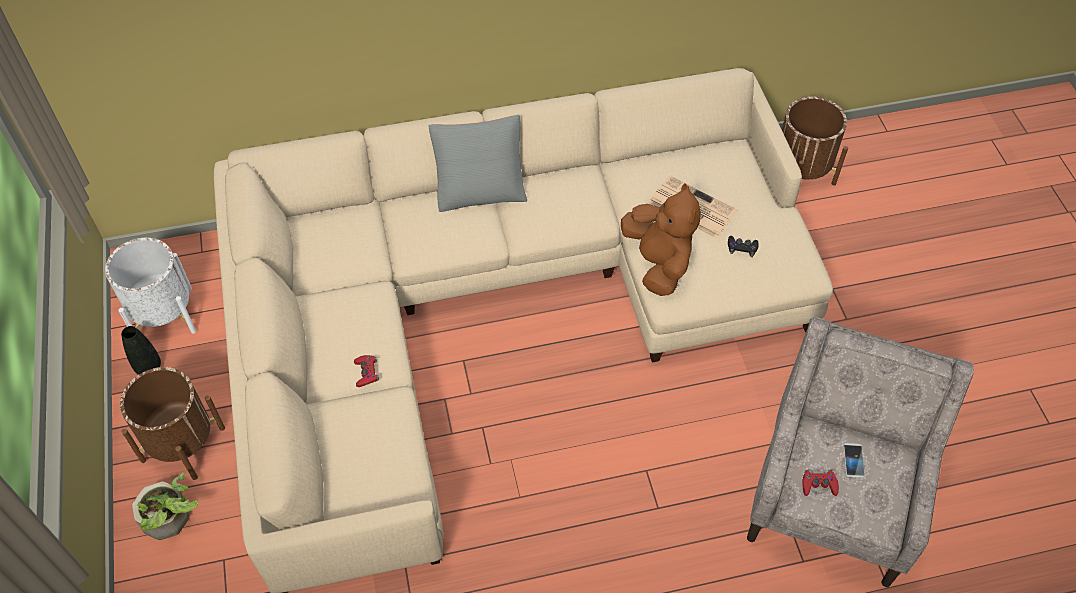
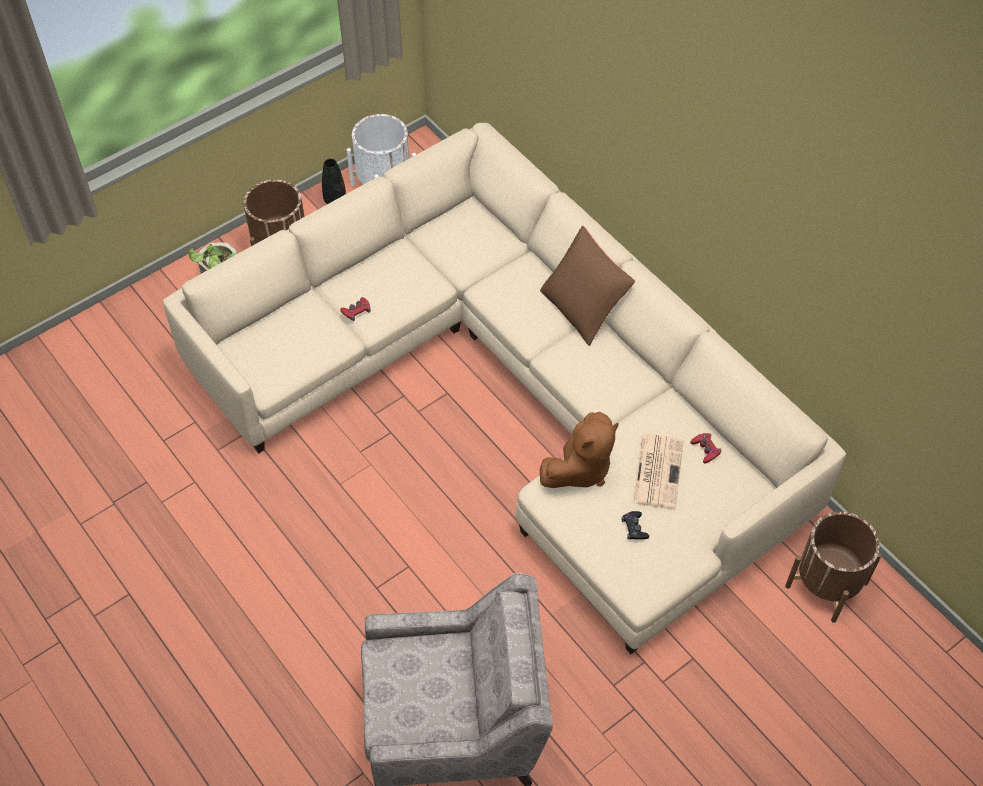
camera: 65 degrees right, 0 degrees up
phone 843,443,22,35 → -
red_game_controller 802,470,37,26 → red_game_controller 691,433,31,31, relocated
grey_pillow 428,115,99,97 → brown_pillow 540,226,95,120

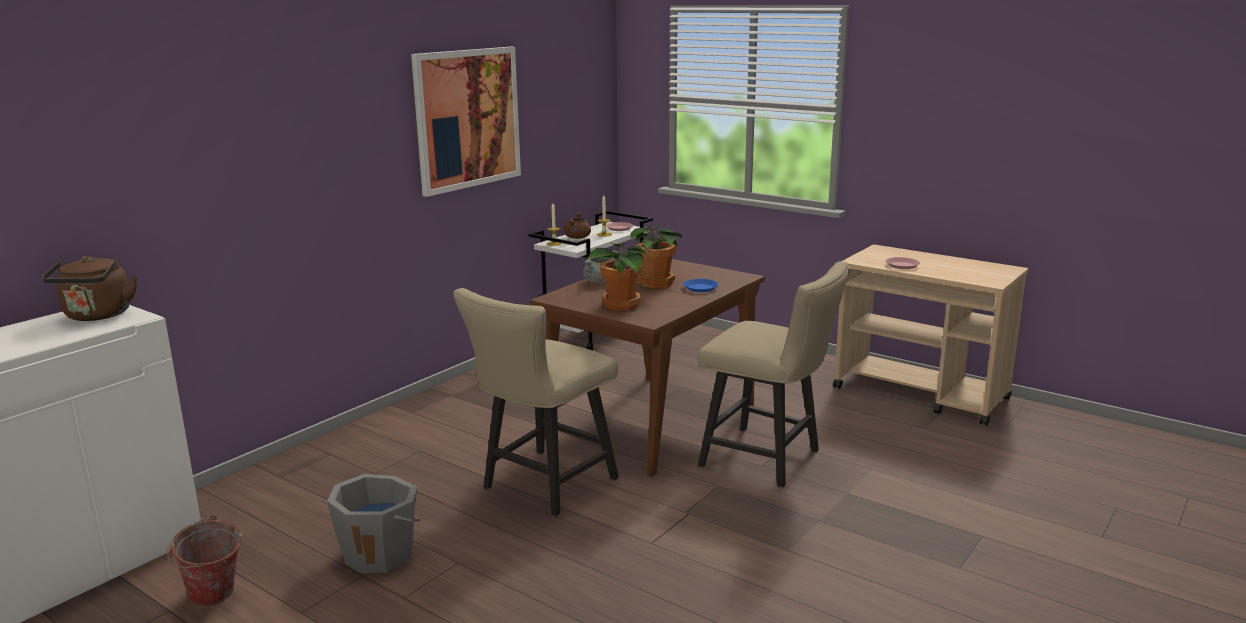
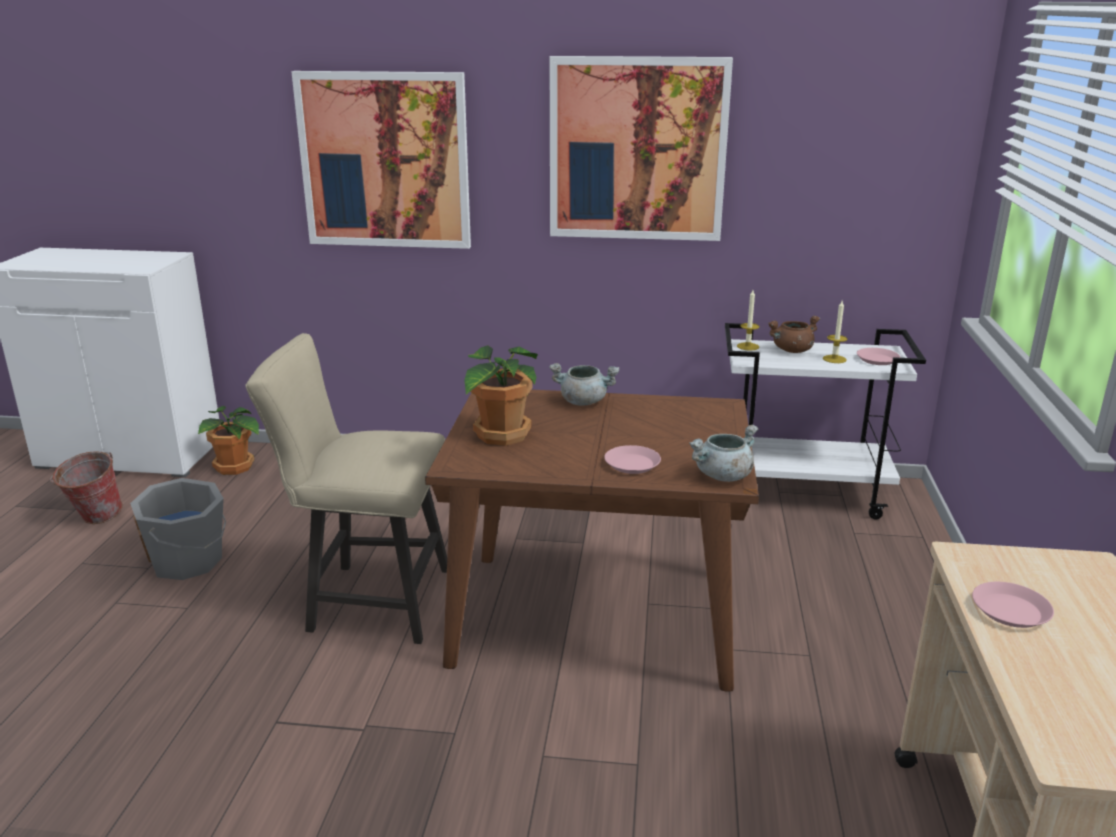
camera: 60 degrees right, 5 degrees up
brown_kettle 42,256,95,65 → -
beige_chair 698,261,151,226 → -
- → picture 291,71,180,178
- → grey_cooking_pot 689,424,69,58
potted_plant 631,225,51,64 → potted_plant 198,406,61,69, relocated
blue_plate 683,279,35,13 → pink_plate 604,445,57,29

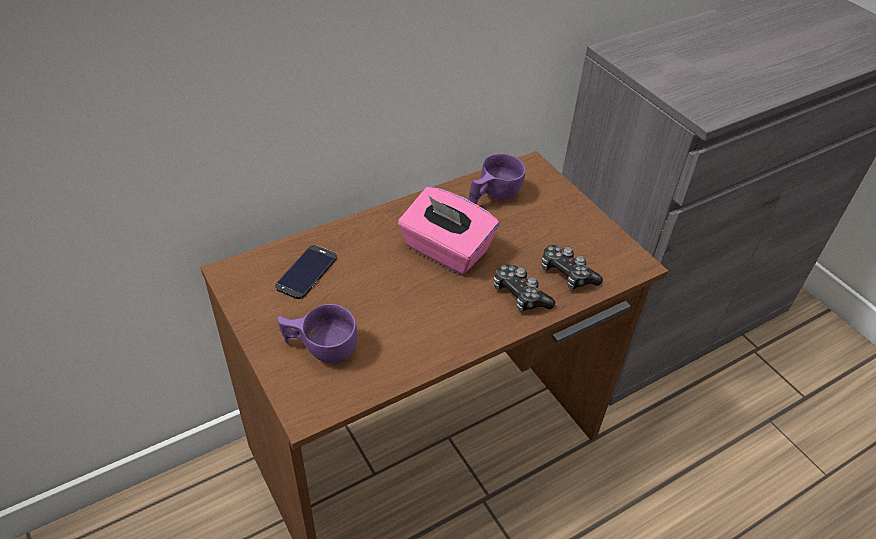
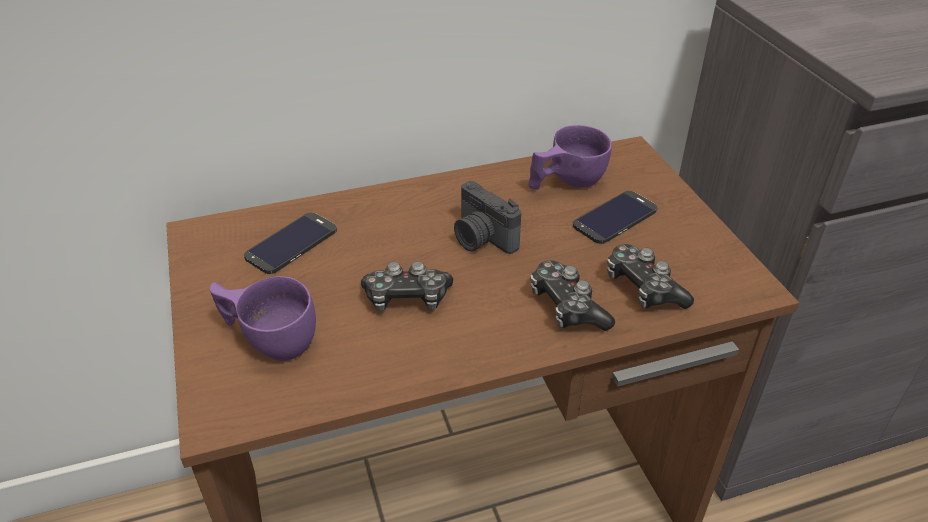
camera: 15 degrees right, 5 degrees down
- → game_controller 361,261,92,50
- → phone 573,191,85,53
pink_tissue_box 398,187,101,87 → photo_camera 454,181,67,73

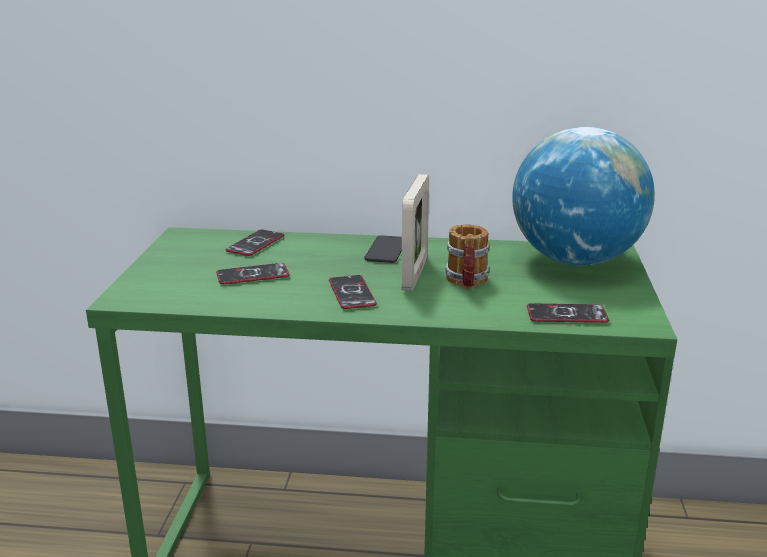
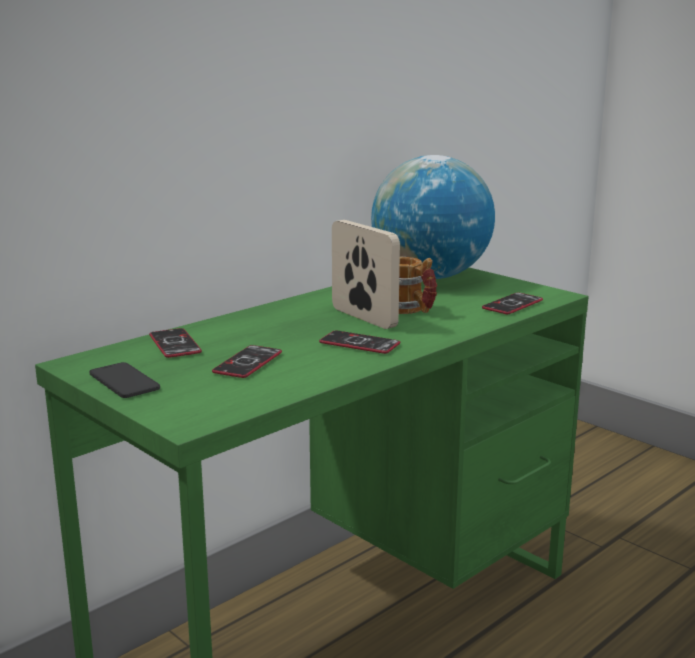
camera: 50 degrees left, 5 degrees down
phone 365,235,37,28 → phone 89,362,71,36, relocated

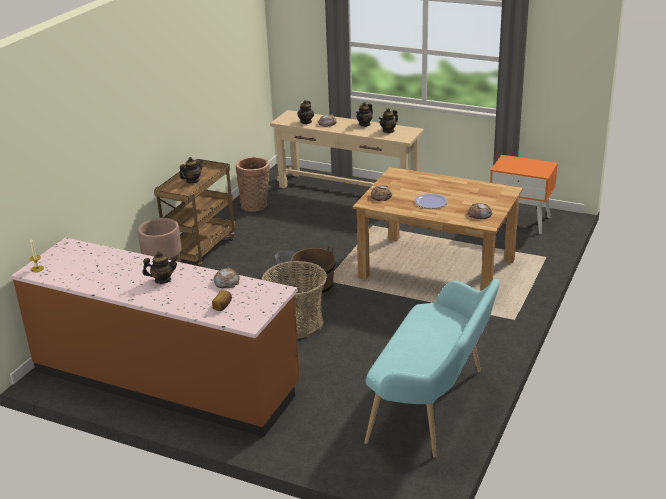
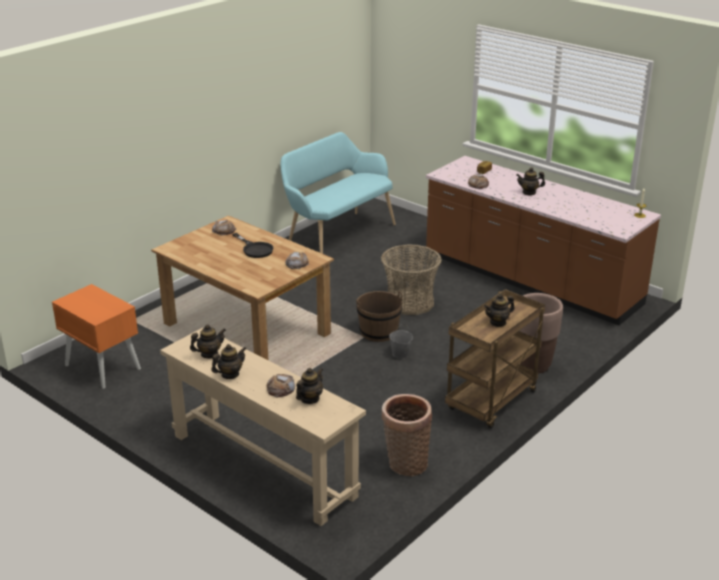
camera: 165 degrees left, 0 degrees up
plate 415,194,33,15 → black_frying_pan 232,233,42,25

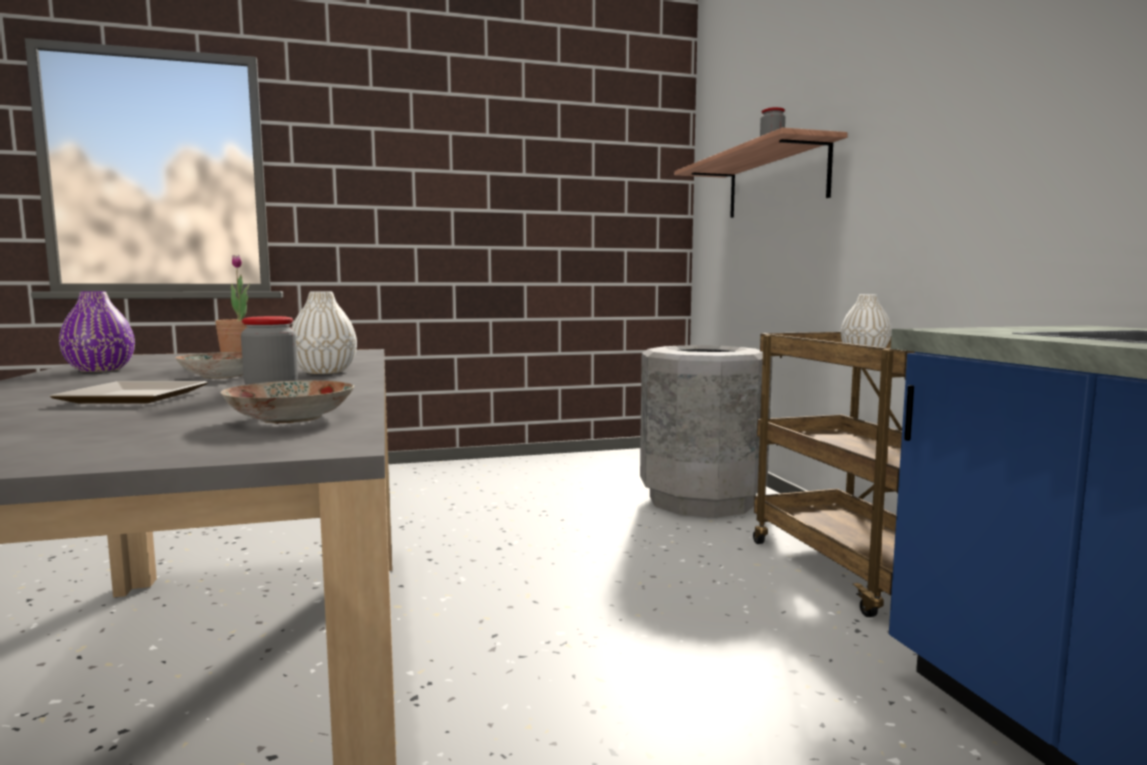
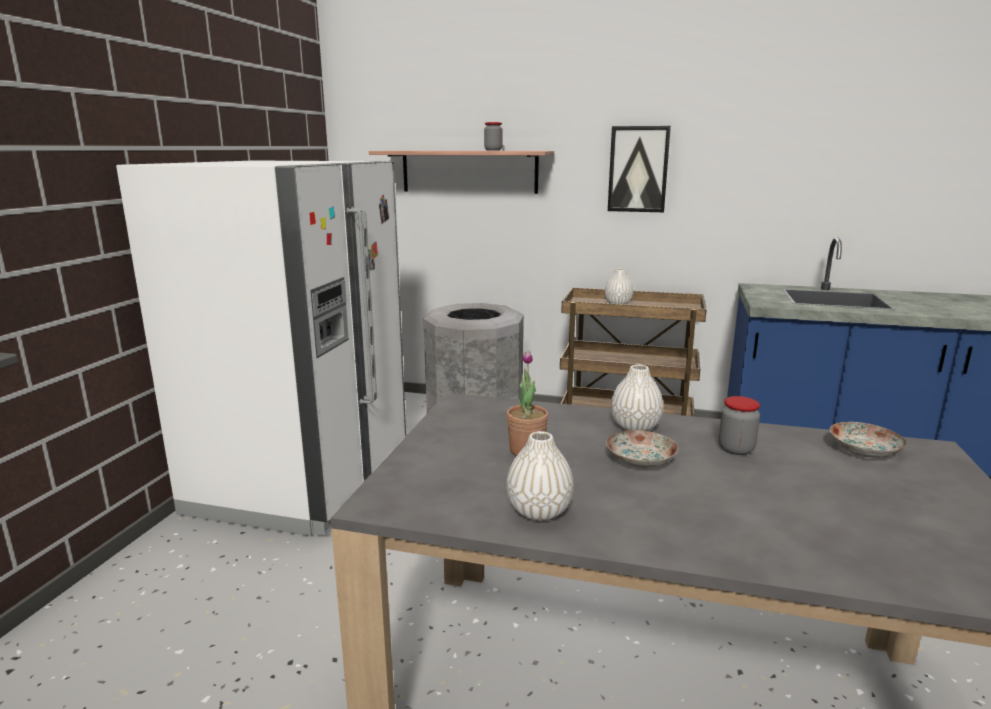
camera: 60 degrees left, 10 degrees up
plate 50,381,158,22 → -
- → white_fridge 116,161,290,375
- → picture 608,126,63,86
purple_vase 59,291,76,81 → white_vase 506,431,68,90

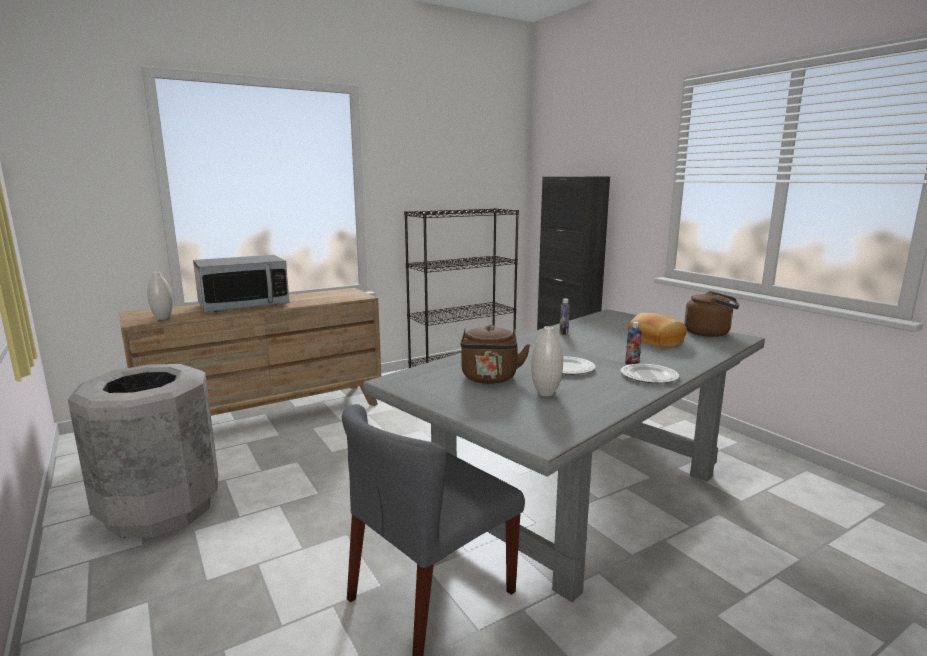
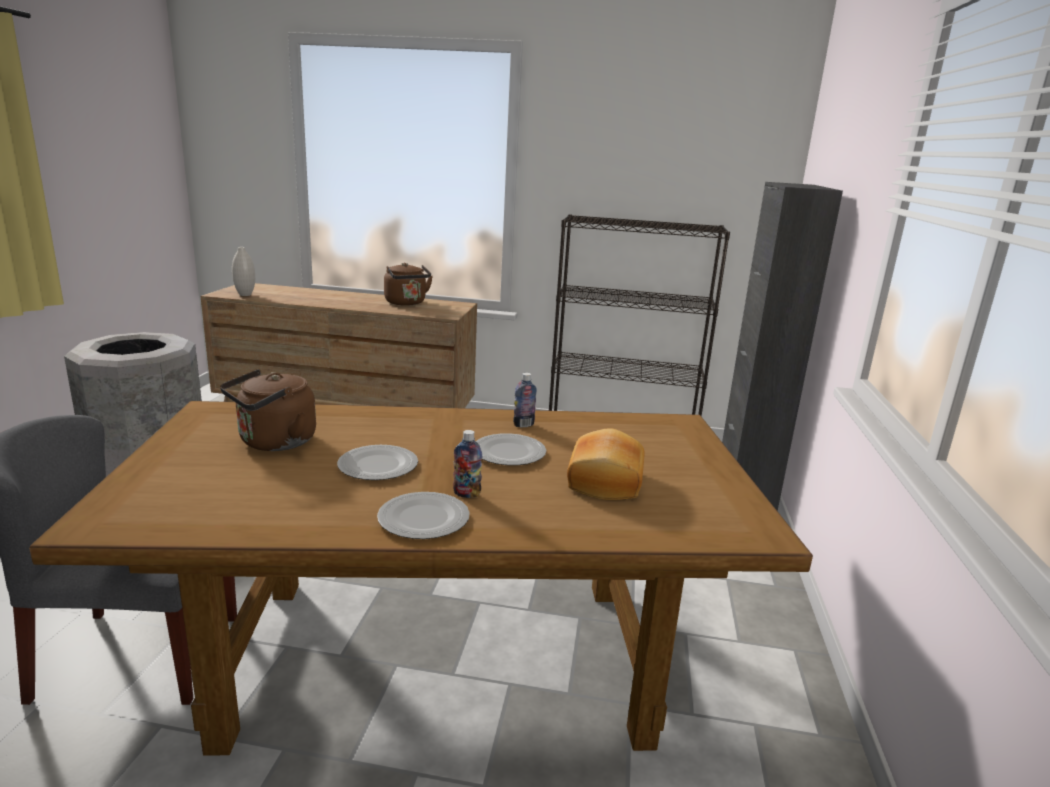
camera: 40 degrees right, 5 degrees up
microwave 193,255,96,57 → -
white_vase 531,326,32,70 → -
- → plate 476,433,70,32
brown_kettle 684,291,55,46 → brown_kettle 384,263,49,43, relocated
grey_dining_table 363,309,402,293 → brown_dining_table 29,401,784,355

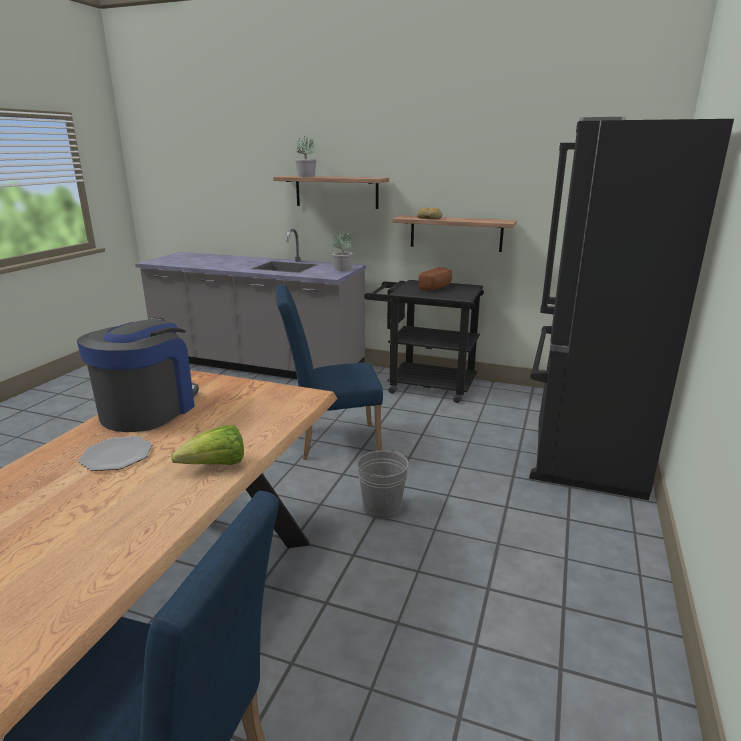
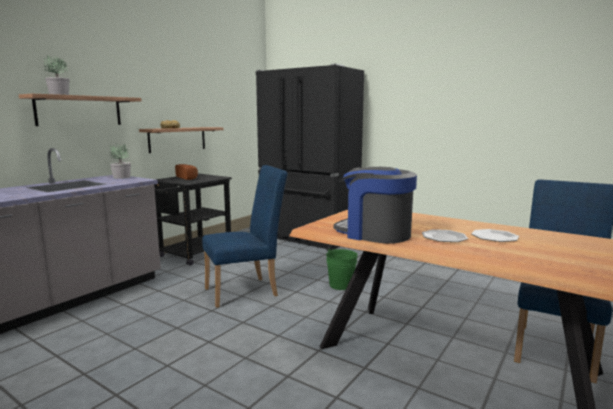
camera: 75 degrees left, 10 degrees down
lettuce 171,425,73,40 → -
- → plate 471,229,48,13
grey_bucket 357,448,52,71 → green_bucket 326,249,32,41
blue_chair 276,284,107,176 → blue_chair 202,165,86,143, 120 degrees counterclockwise

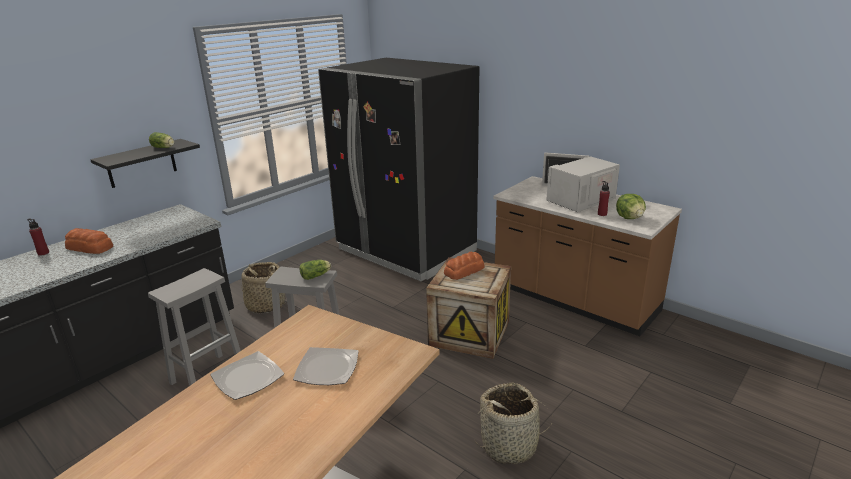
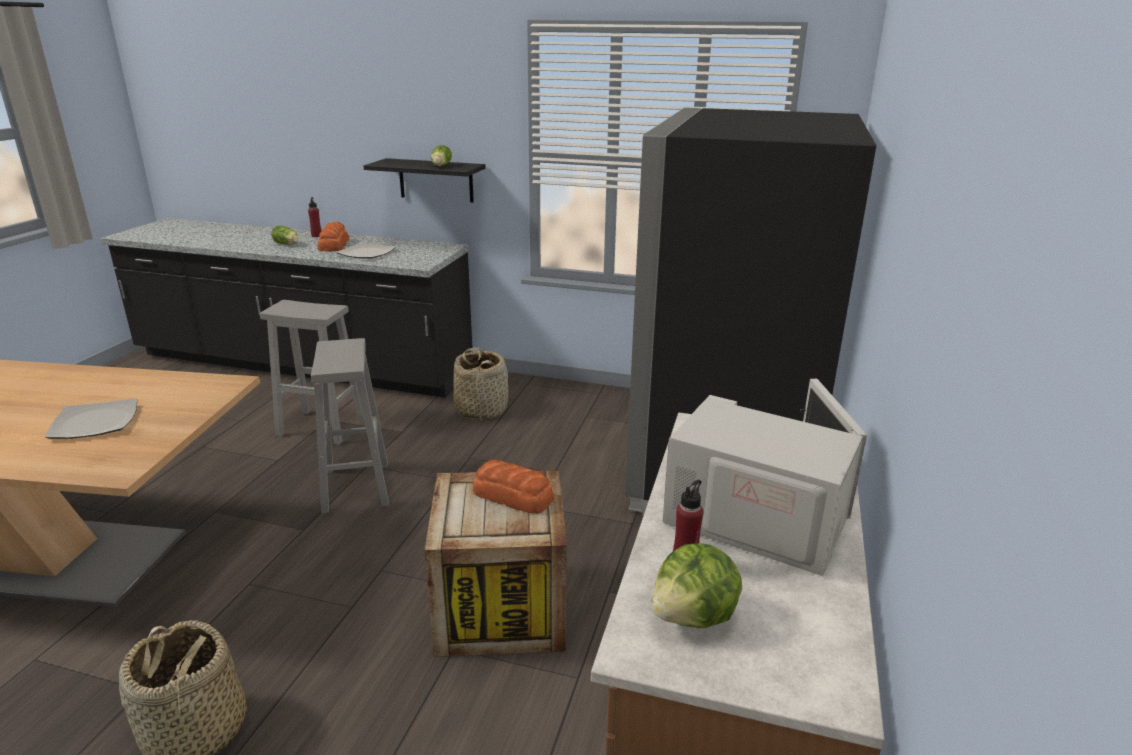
camera: 65 degrees right, 0 degrees up
plate 210,351,74,49 → plate 336,242,60,16, relocated
lettuce 300,260,31,20 → lettuce 271,225,28,20, relocated

